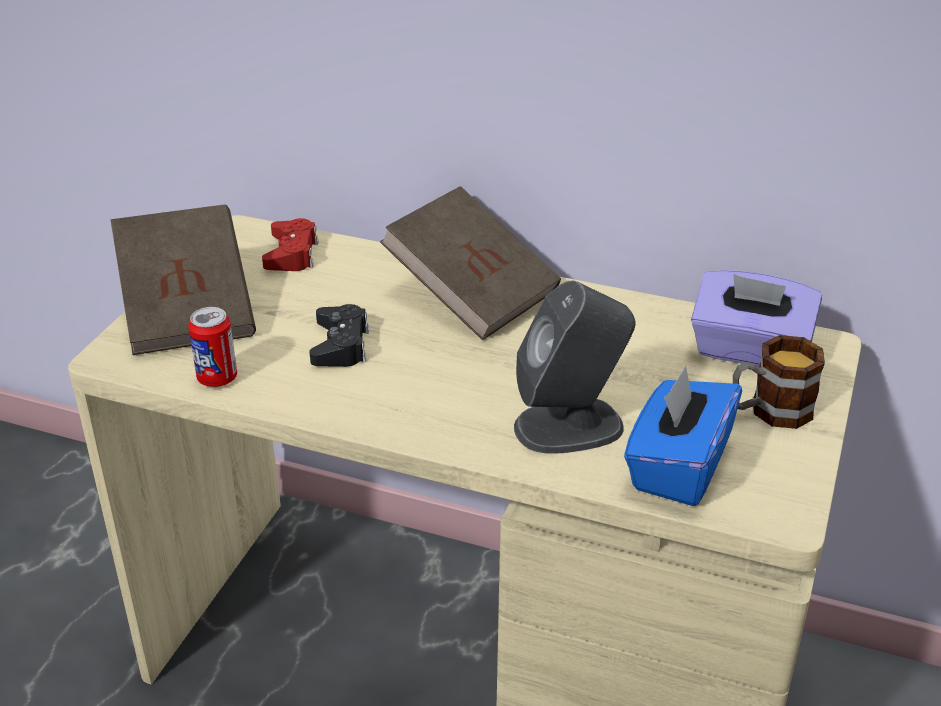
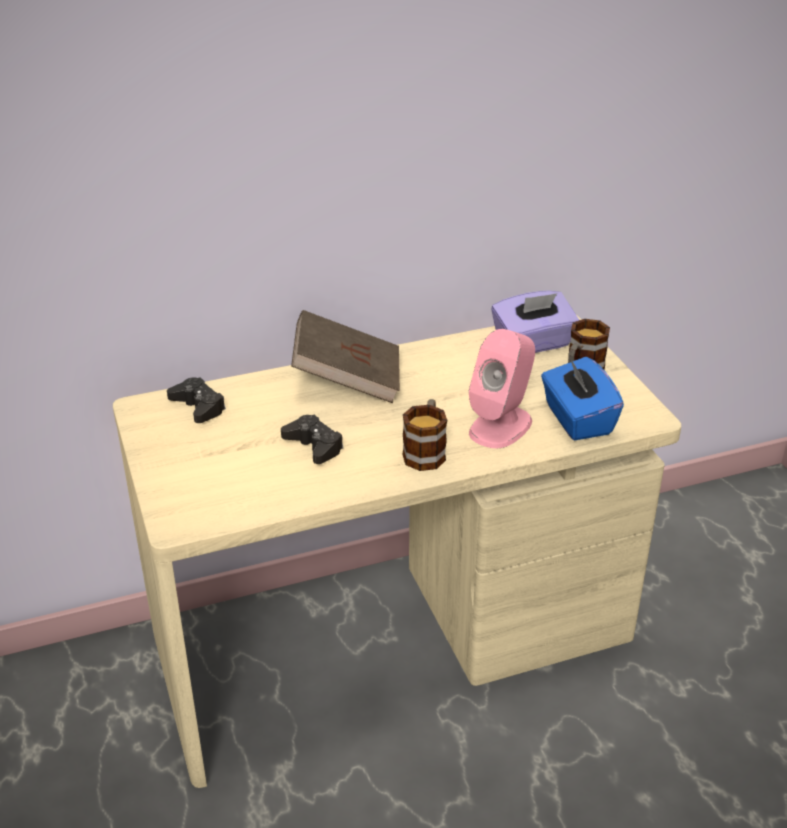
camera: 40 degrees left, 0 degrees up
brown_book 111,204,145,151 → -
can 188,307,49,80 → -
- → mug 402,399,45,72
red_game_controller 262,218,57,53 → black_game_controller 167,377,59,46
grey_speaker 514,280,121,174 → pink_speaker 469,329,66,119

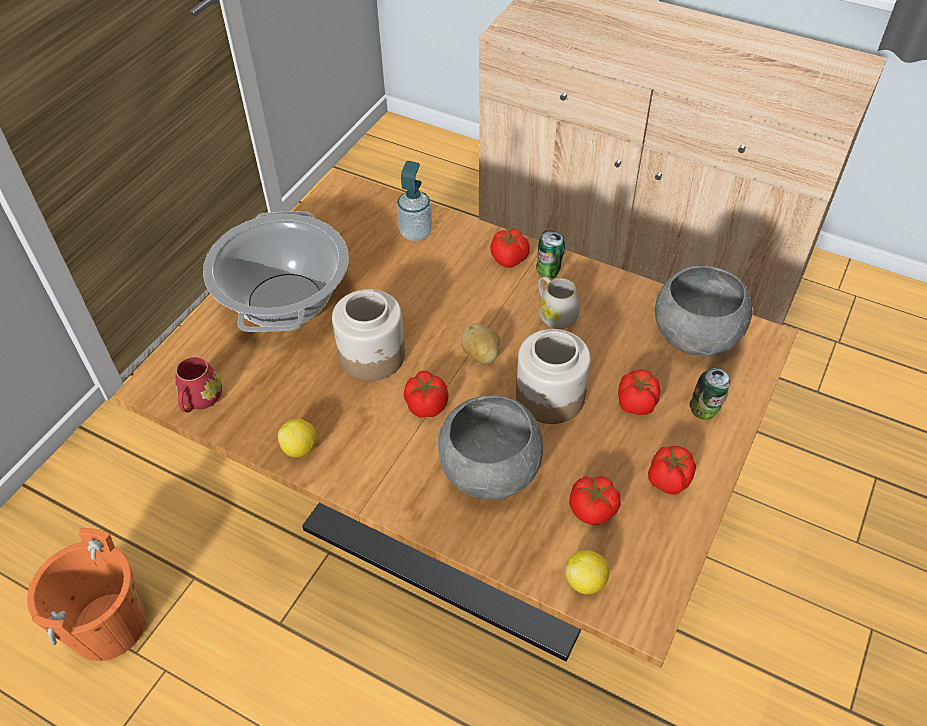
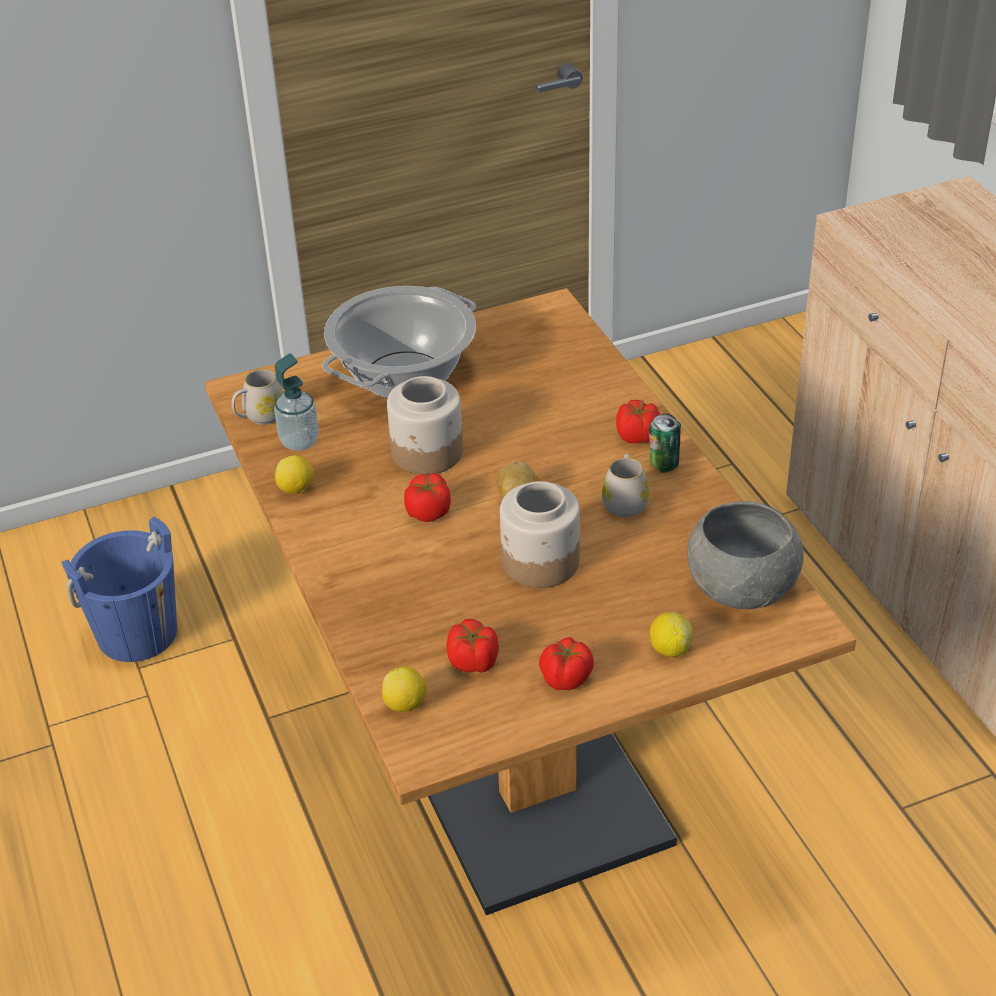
camera: 40 degrees right, 10 degrees down
grey_bowl 438,395,105,105 → -
tomato 618,370,42,45 → -
soap_dispenser 397,161,35,80 → soap_dispenser 274,353,45,98, relocated
can 689,367,41,53 → lemon 650,612,43,45
orange_bucket 27,528,119,133 → blue_bucket 61,517,116,145
red_mug 175,356,47,57 → white_mug 232,369,52,56

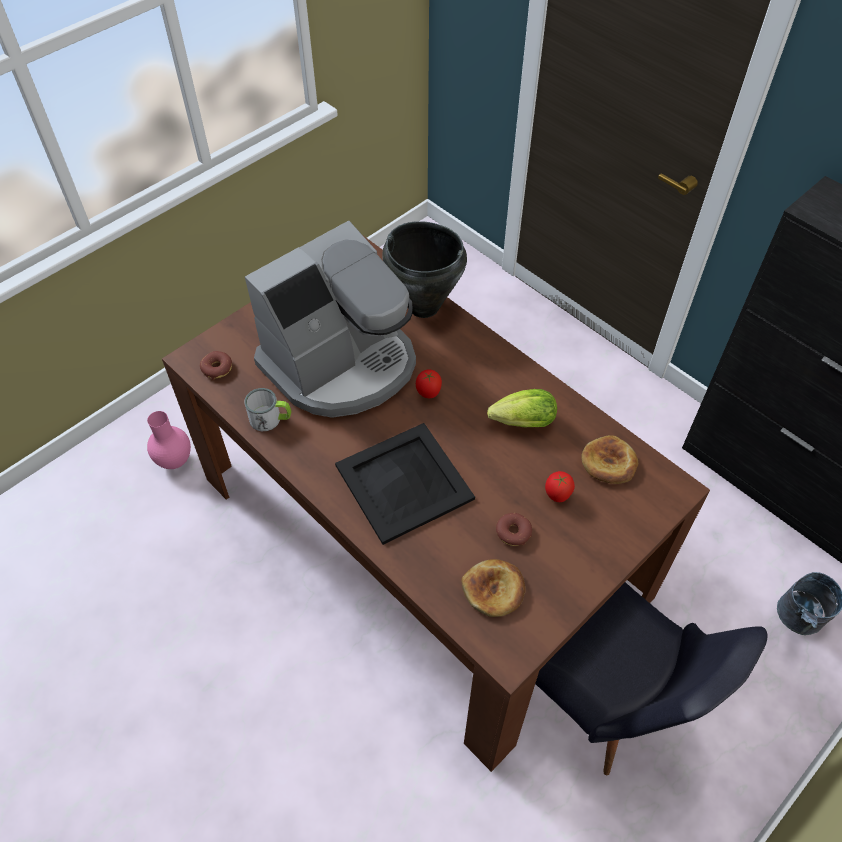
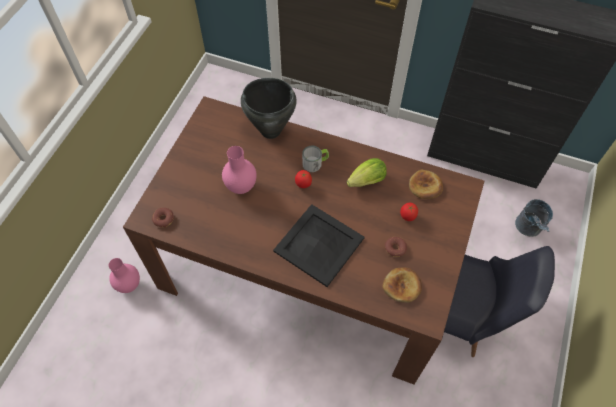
camera: 25 degrees left, 5 degrees up
mug 244,388,47,43 → mug 302,146,27,26, relocated
coffee_machine 245,221,171,197 → pink_vase 222,146,35,48

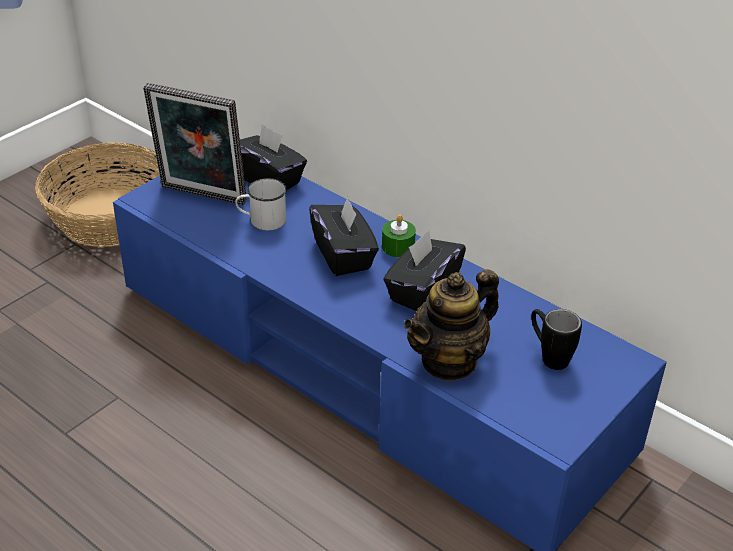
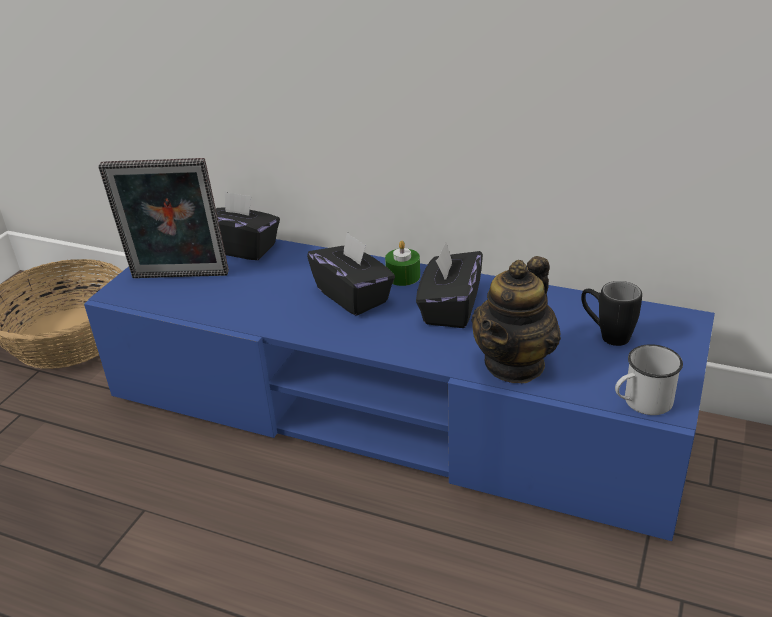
camera: 15 degrees left, 5 degrees down
white_mug 235,178,52,52 → white_mug 615,344,68,71, relocated

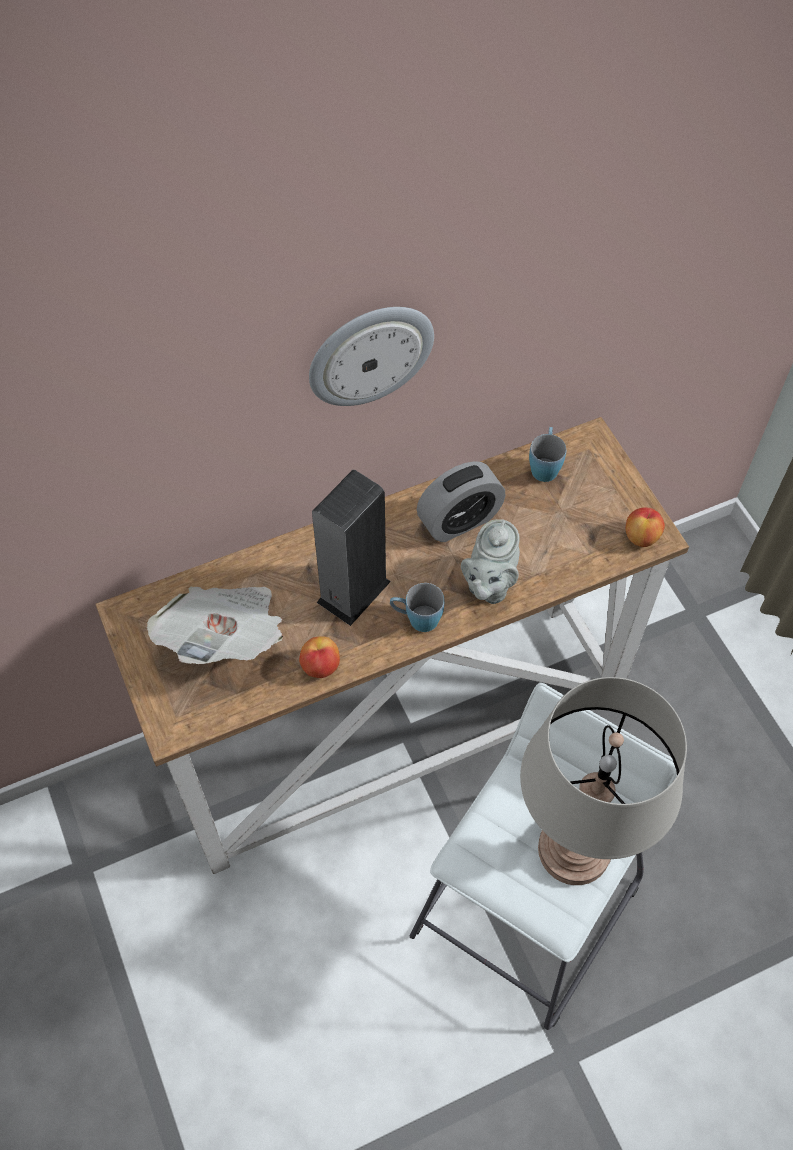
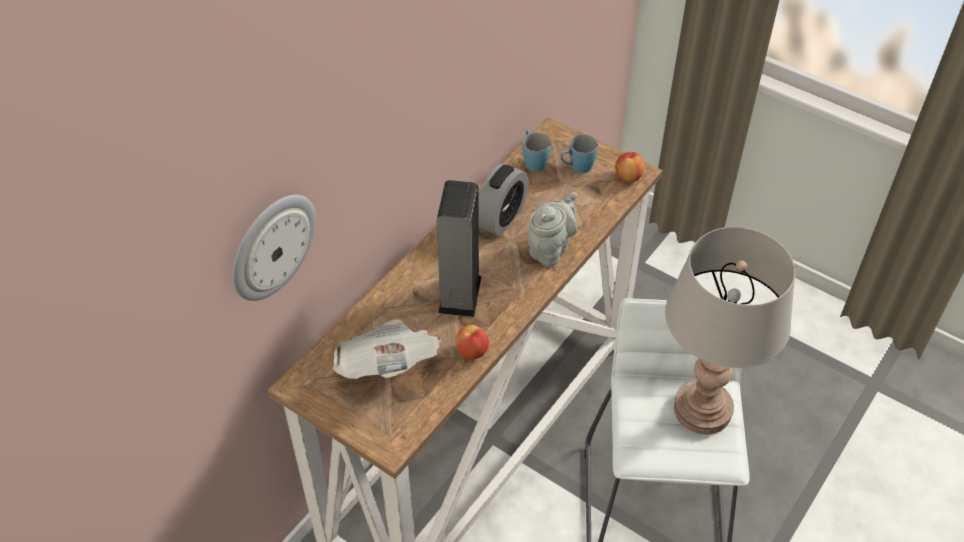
camera: 30 degrees left, 10 degrees down
wall_clock 309,307,125,99 → wall_clock 233,195,83,106, relocated
blue_mug 390,583,55,49 → blue_mug 560,134,38,39, relocated
grey_teapot 461,519,59,85 → grey_teapot 527,192,50,75, 135 degrees counterclockwise

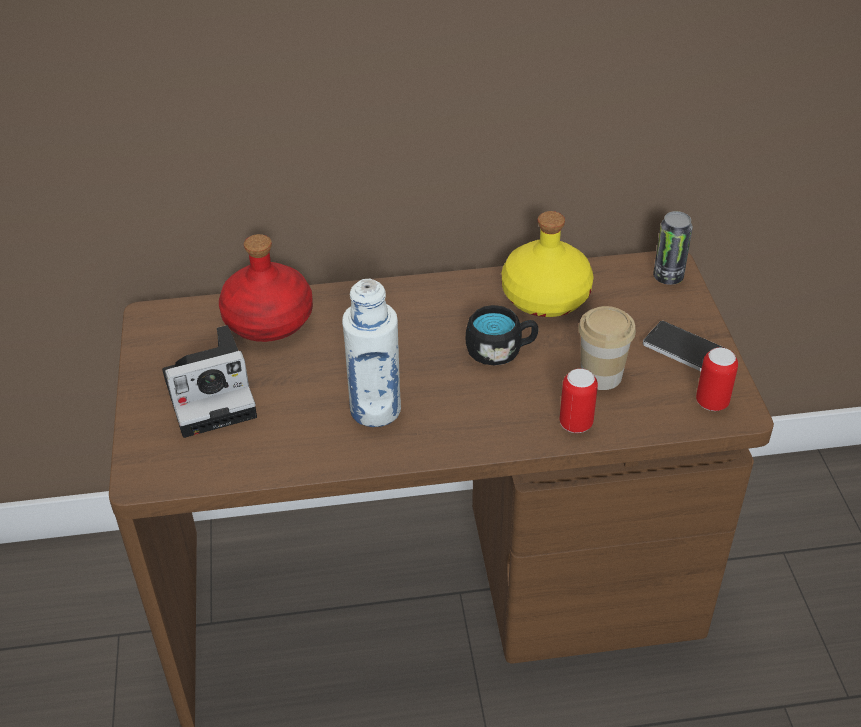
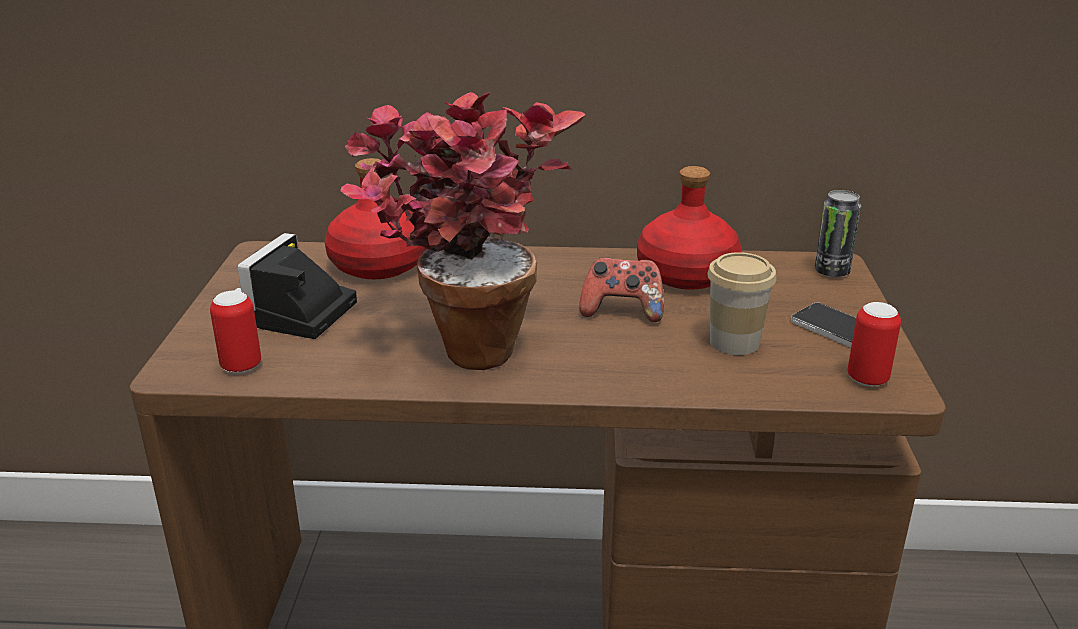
camera: 10 degrees right, 15 degrees down
can 560,369,38,64 → can 210,291,51,83, relocated
white_bottle 342,279,59,148 → potted_plant 340,92,246,278
black_mug 466,305,72,61 → game_controller 579,257,85,65
yellow_bottle 502,211,91,106 → red_bottle 637,166,104,123
photo_camera 162,325,95,113 → photo_camera 234,233,123,106, 120 degrees clockwise

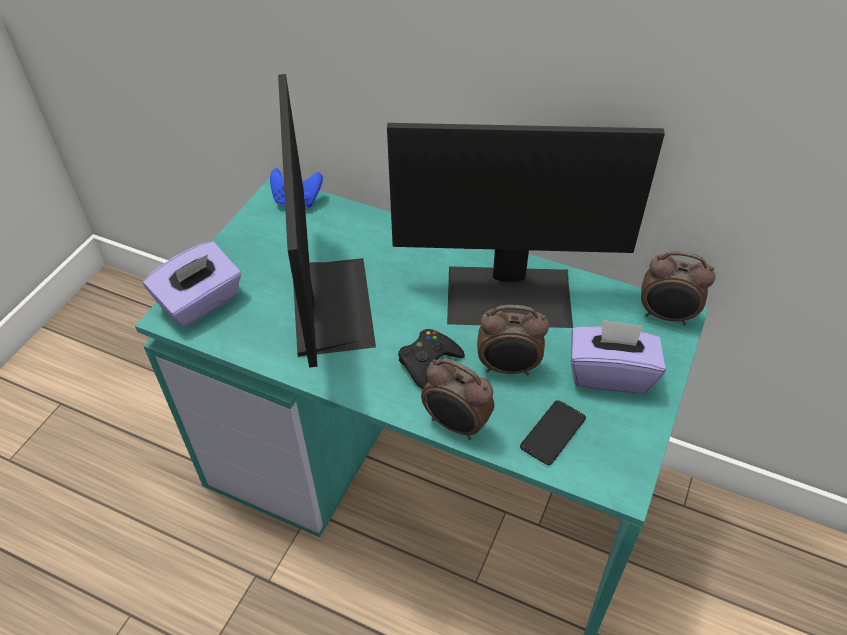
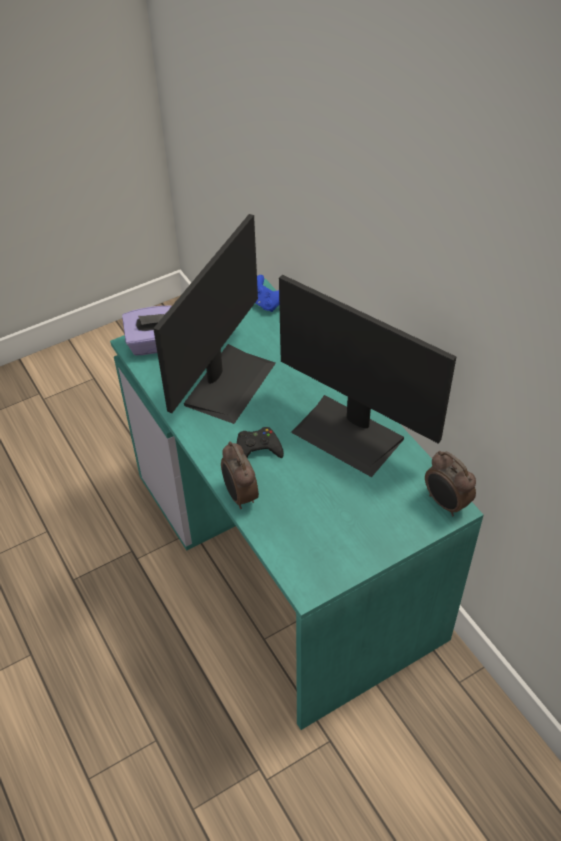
camera: 35 degrees right, 0 degrees up
alarm_clock 477,305,72,70 → -
phone 520,400,66,65 → -
purple_tissue_box 571,319,95,75 → -

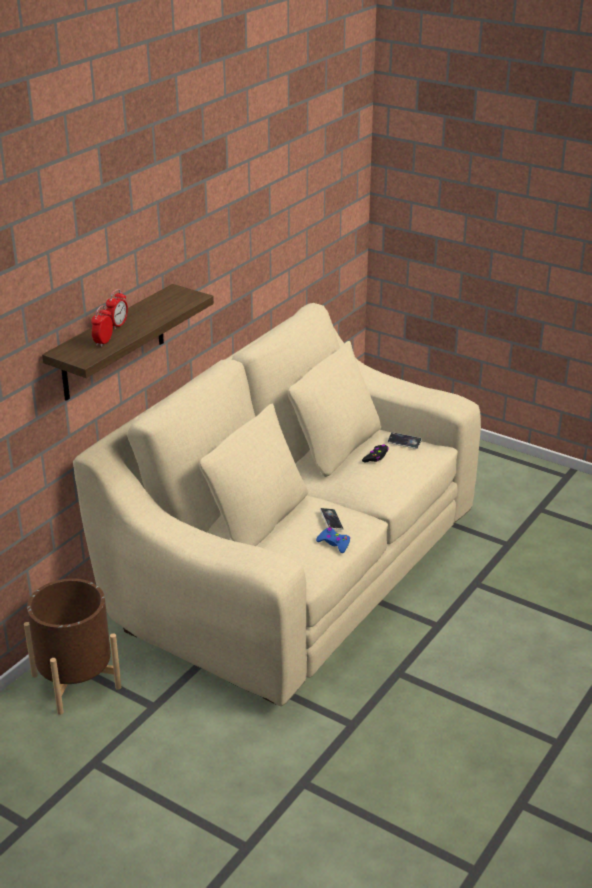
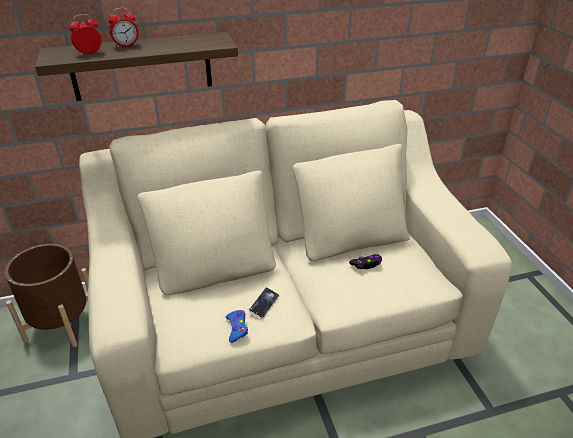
camera: 40 degrees right, 5 degrees up
phone 387,432,35,17 → -

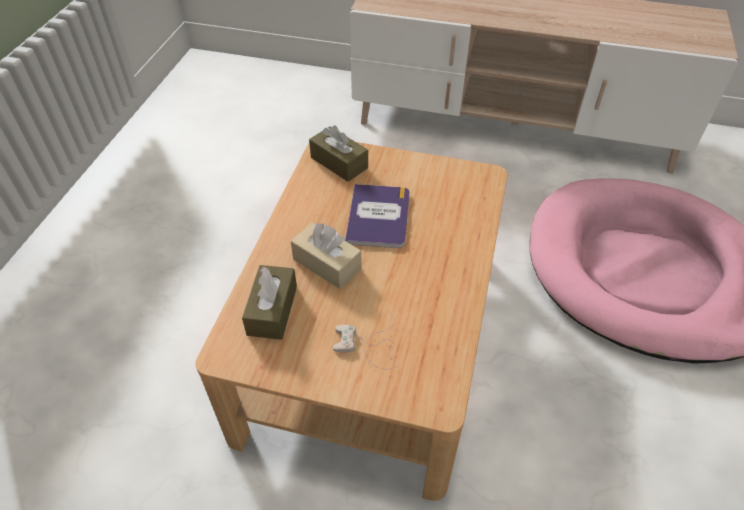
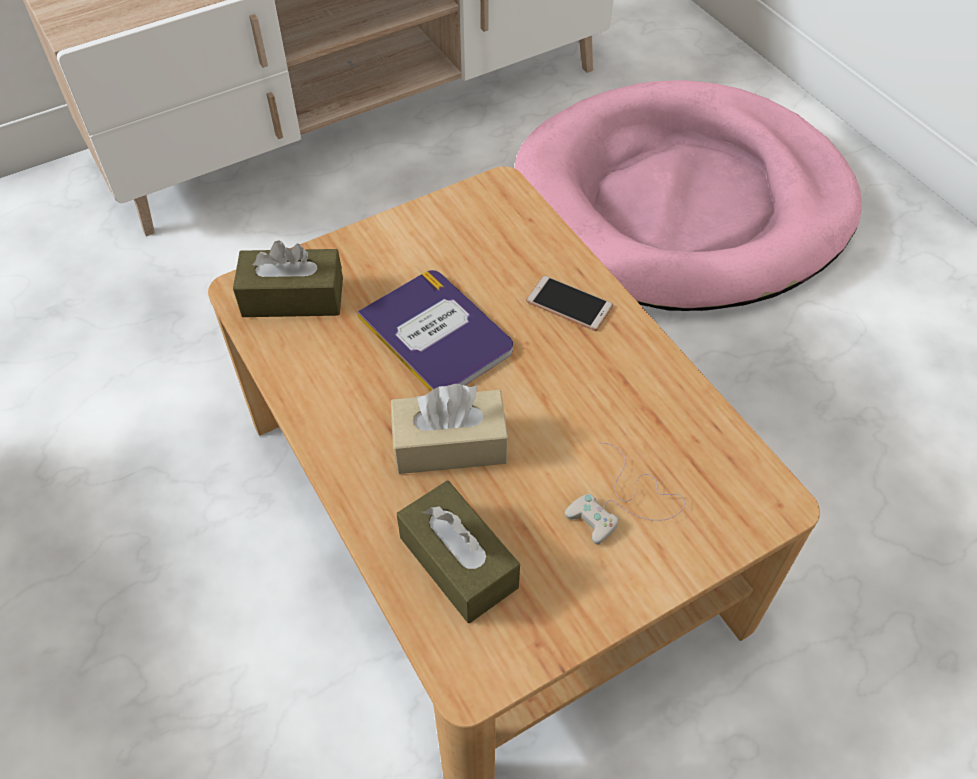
camera: 45 degrees left, 5 degrees up
- → phone 526,276,87,55

